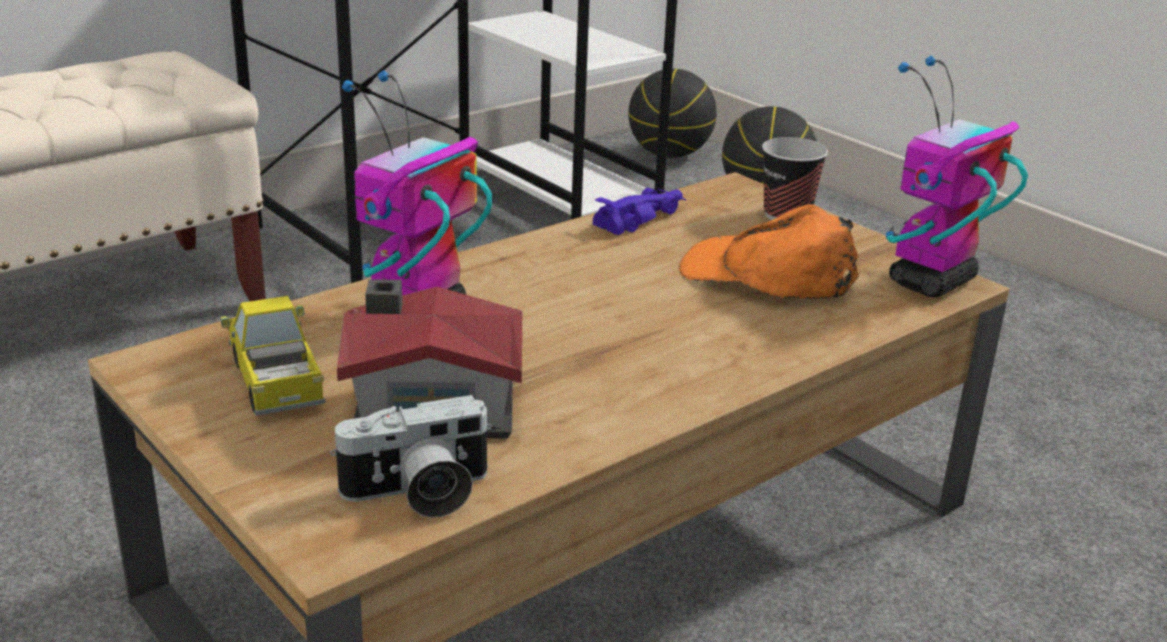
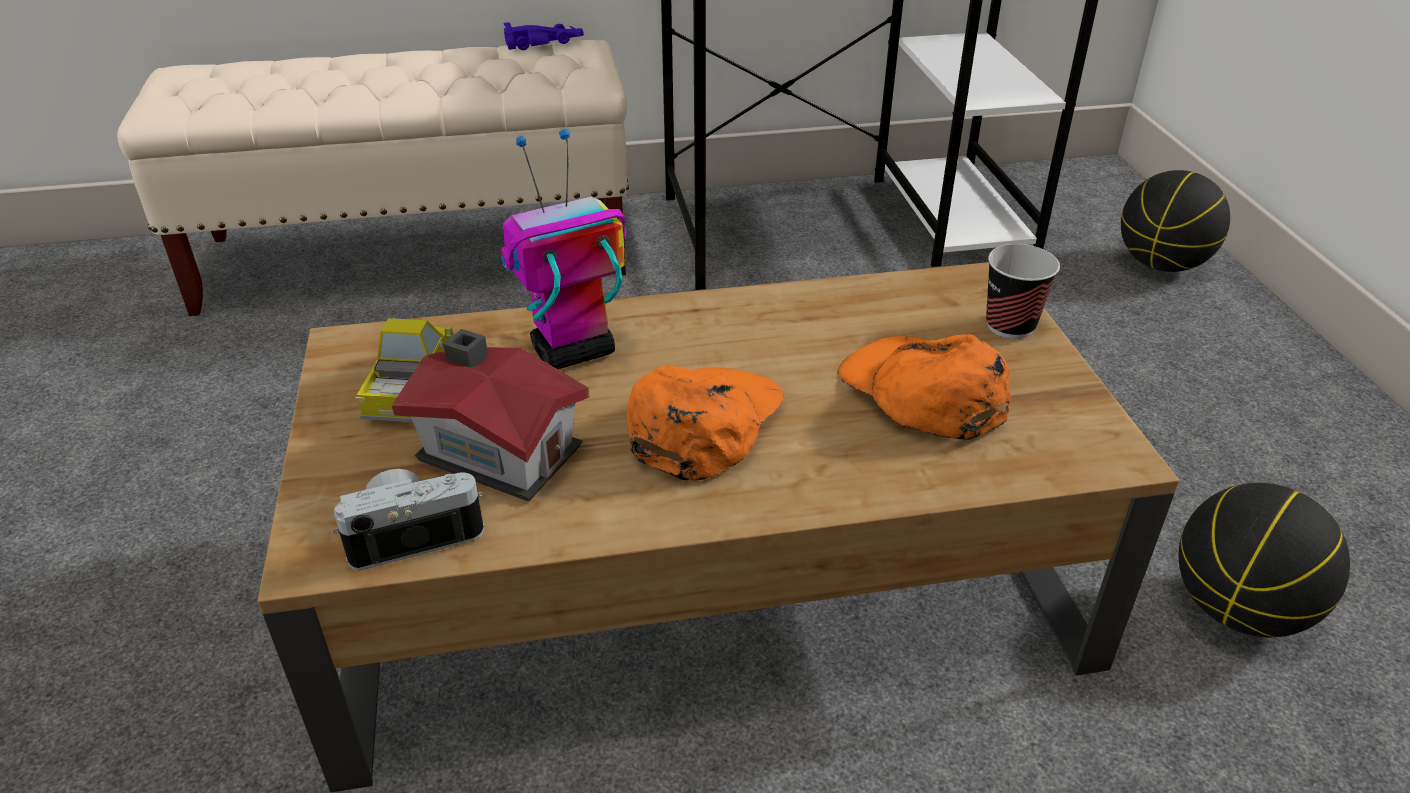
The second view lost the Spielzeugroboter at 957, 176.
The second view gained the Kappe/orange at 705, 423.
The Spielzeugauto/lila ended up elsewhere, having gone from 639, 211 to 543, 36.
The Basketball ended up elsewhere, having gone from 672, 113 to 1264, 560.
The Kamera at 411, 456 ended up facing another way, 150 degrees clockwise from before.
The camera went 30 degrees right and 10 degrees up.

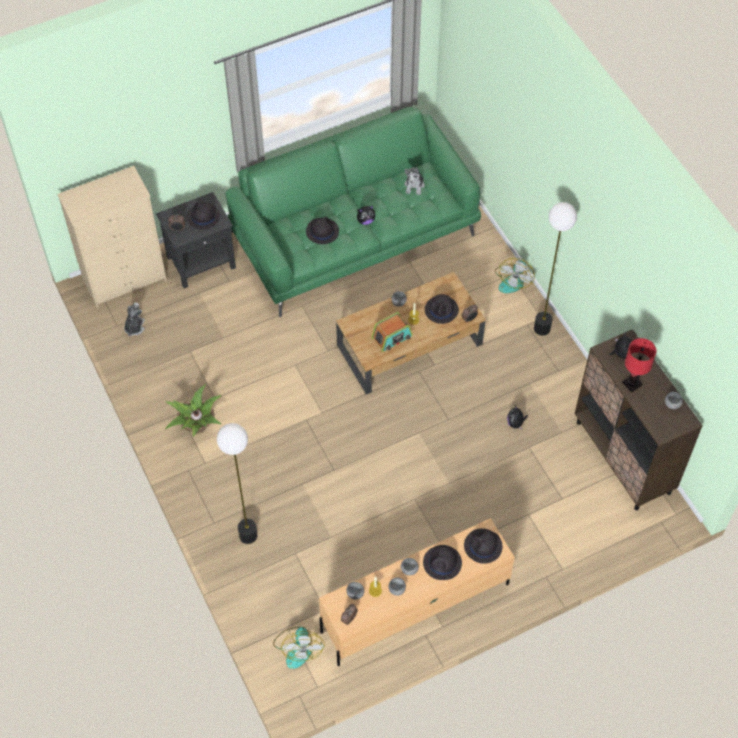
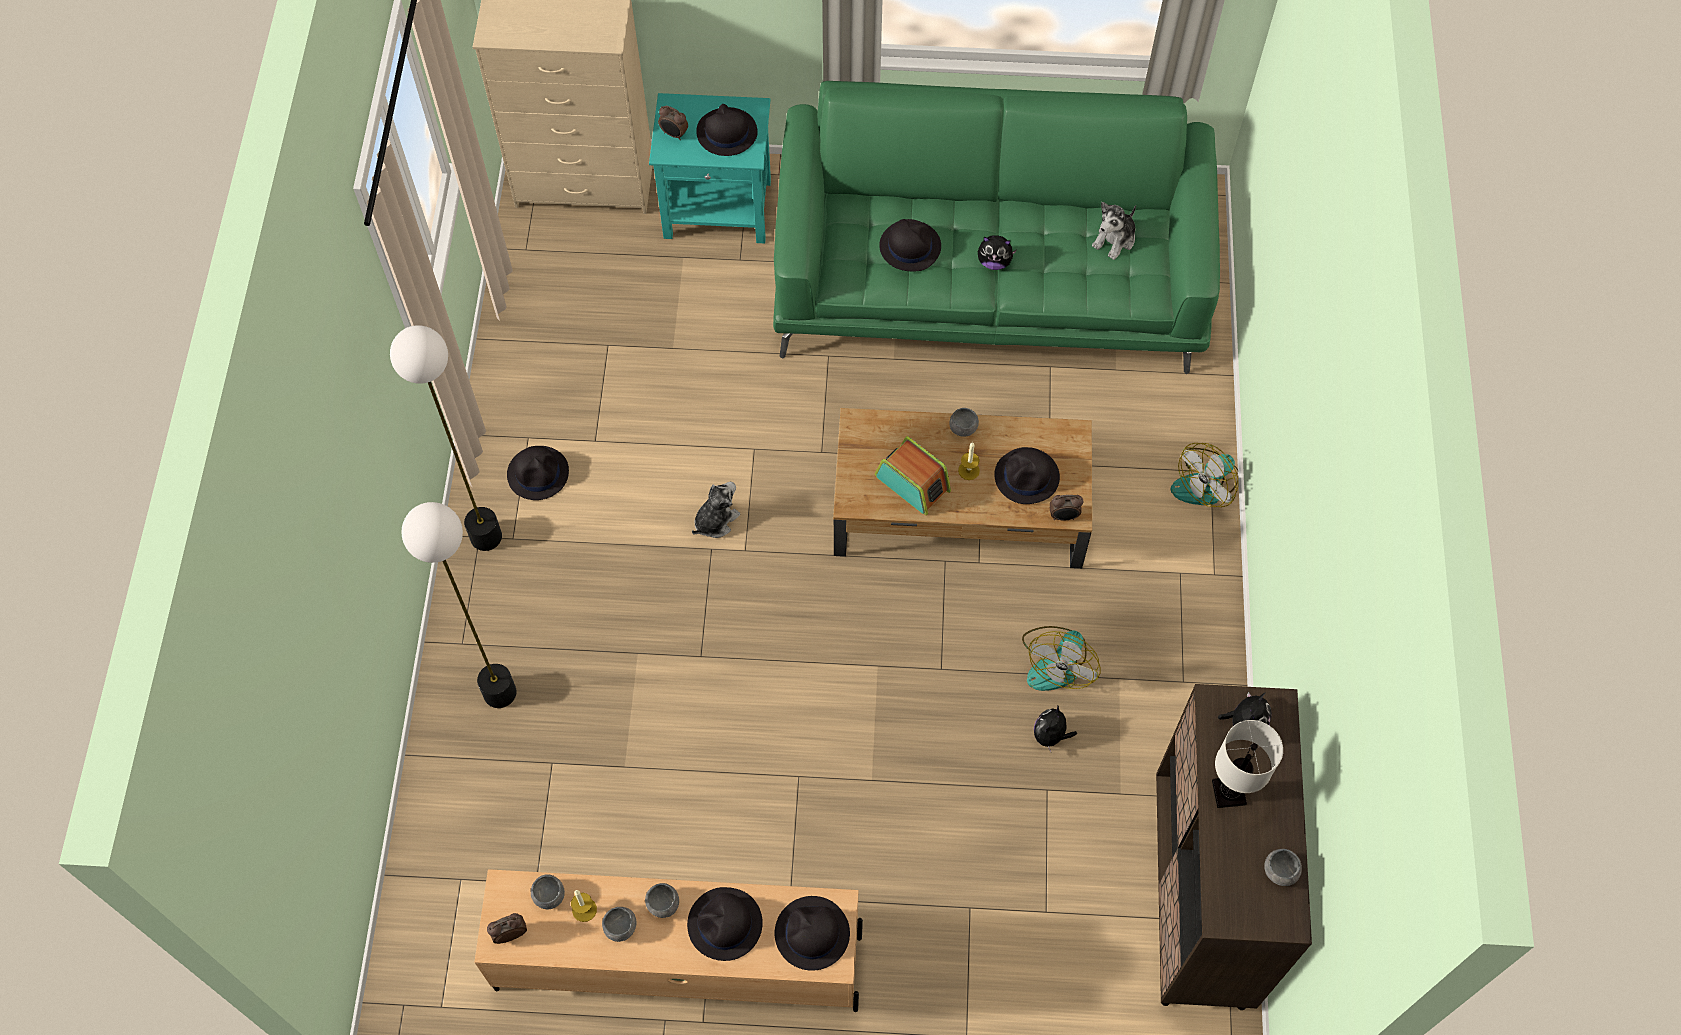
The Plüschtier ended up elsewhere, having gone from 134, 319 to 716, 510.
The Ventilator ended up elsewhere, having gone from 298, 648 to 1061, 658.
The Stehlampe ended up elsewhere, having gone from 555, 269 to 446, 438.
Where the Topfpflanze stood at 193, 410, the Hut/schwarz came to stand at 538, 473.
What was the Beistelltisch/schwarz at 196, 240 turned into the Beistelltisch/türkis at 710, 168.
What was the Tischlampe/rot at 639, 365 turned into the Tischlampe/weiß at 1247, 764.
The Radio at 391, 332 ended up facing another way, 135 degrees counterclockwise from before.
The camera went 30 degrees right and 5 degrees up.

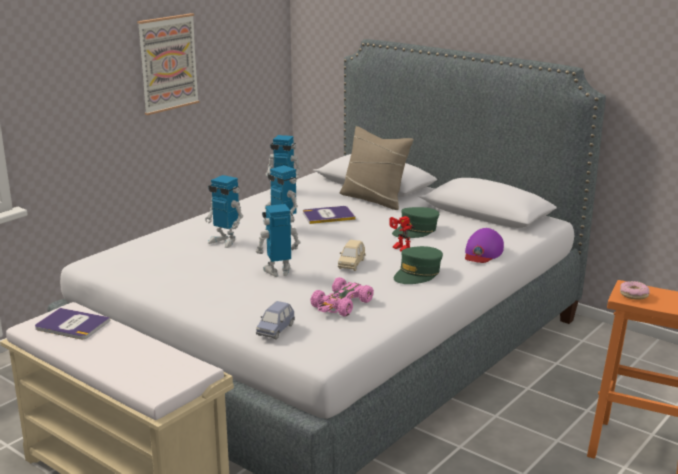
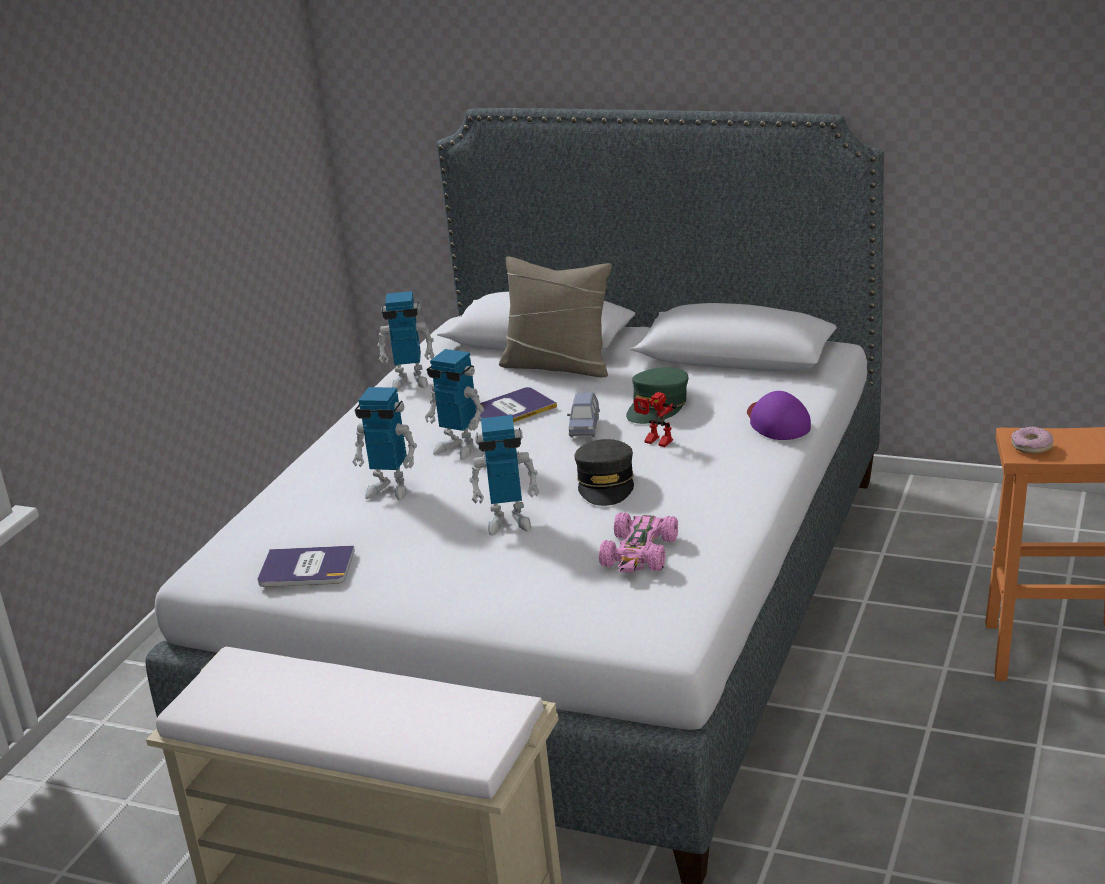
The second view lost the Bild at 168, 64.
The second view lost the Kappe/grün at 418, 265.
The Buch ended up elsewhere, having gone from 72, 323 to 306, 566.
The Spielzeugauto/blau ended up elsewhere, having gone from 275, 320 to 583, 415.
Where the Spielzeugauto/beige stood at 351, 255, the Kappe/grau came to stand at 604, 472.
The Spielzeugroboter at 278, 240 ended up facing another way, 150 degrees counterclockwise from before.
The Kappe/lila at 484, 245 ended up facing another way, 150 degrees clockwise from before.
The camera went 15 degrees left and 5 degrees up.

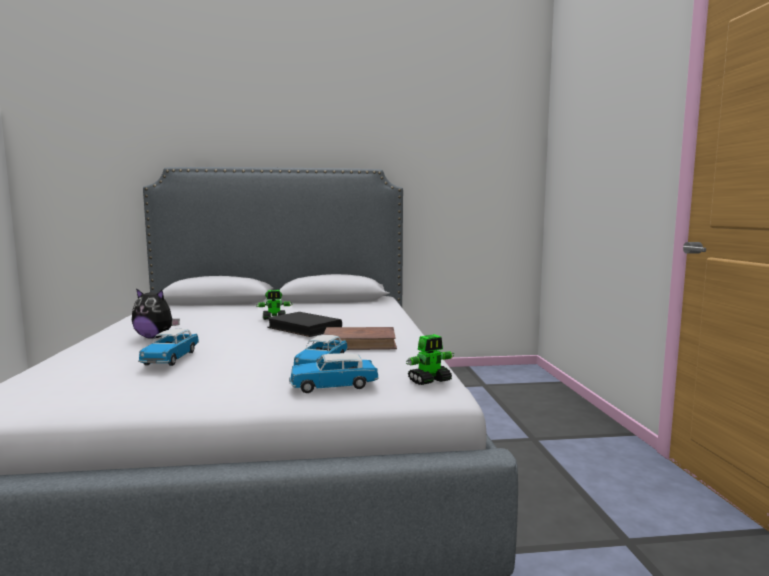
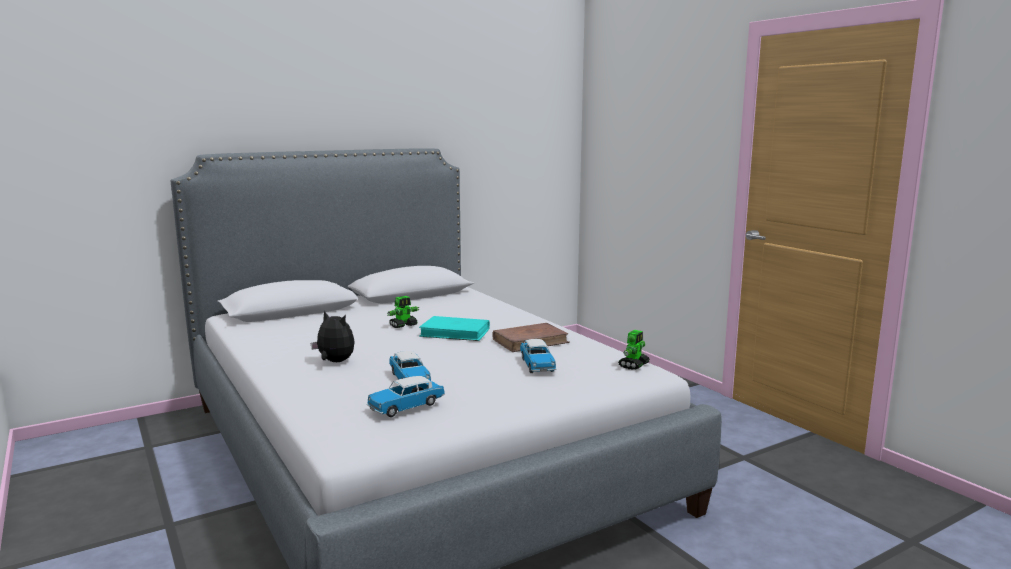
The Spielzeugauto ended up elsewhere, having gone from 334, 373 to 406, 396.
What was the Buch/schwarz at 304, 324 turned into the Buch/türkis at 454, 328.
The Plüschtier at 156, 313 ended up facing another way, 135 degrees counterclockwise from before.
The camera went 25 degrees left and 5 degrees up.

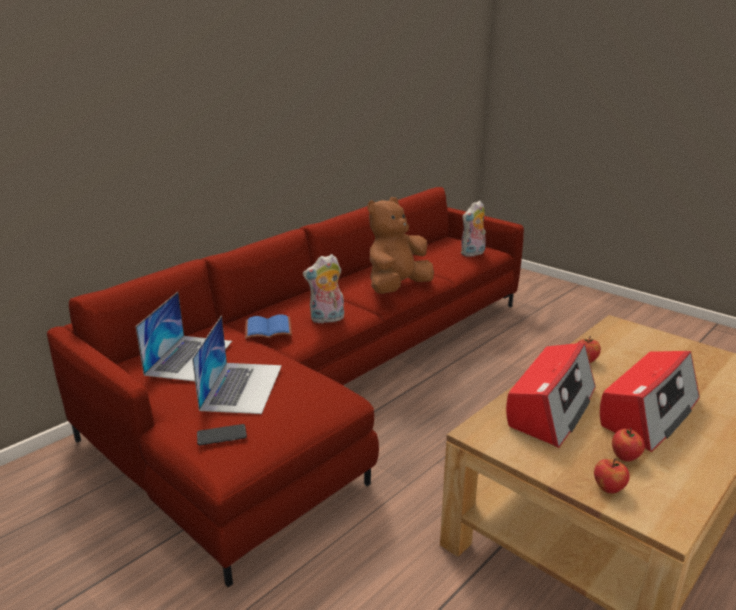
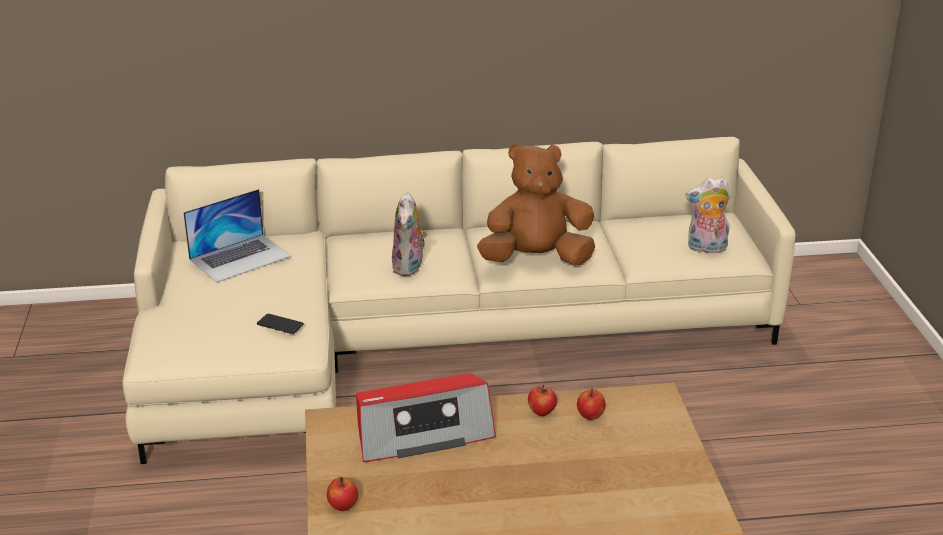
The second view lost the Laptop at 237, 365.
The second view lost the Buch/blau at 268, 326.
The second view lost the Radio at 650, 401.
The Handy ended up elsewhere, having gone from 222, 434 to 280, 324.
The Apfel ended up elsewhere, having gone from 628, 445 to 591, 404.
What was the Sofa/rot at 285, 387 turned into the Sofa/beige at 459, 300.
The Plüschtier at 323, 289 ended up facing another way, 105 degrees counterclockwise from before.
The camera went 40 degrees right and 5 degrees up.

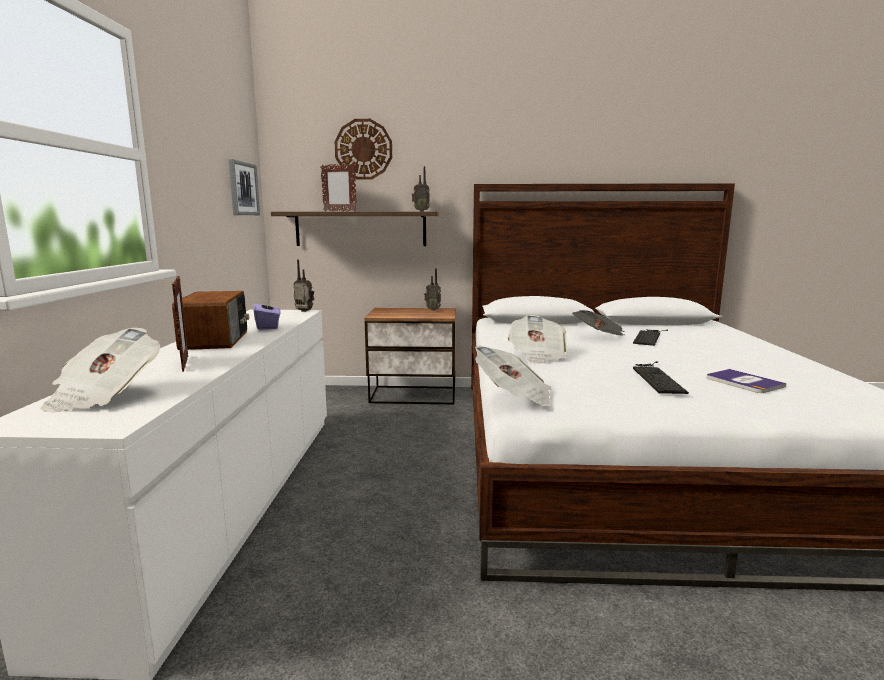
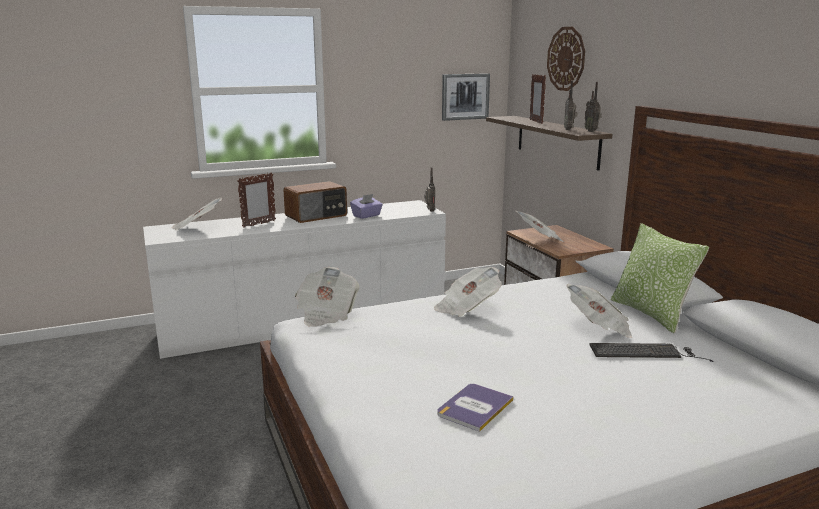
The second view lost the Tastatur at 661, 377.
The second view gained the Zeitung at 540, 226.
The second view gained the Kissen at 660, 278.
The Radio ended up elsewhere, having gone from 432, 289 to 571, 105.
The camera went 65 degrees right and 5 degrees up.

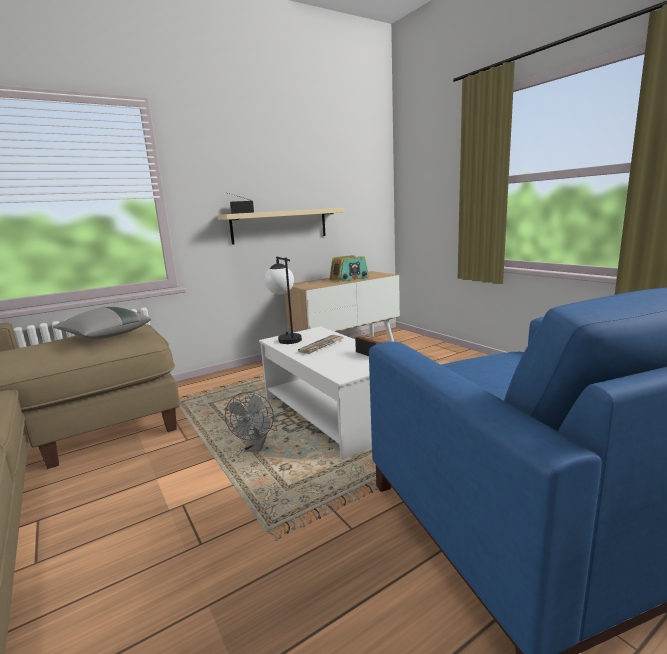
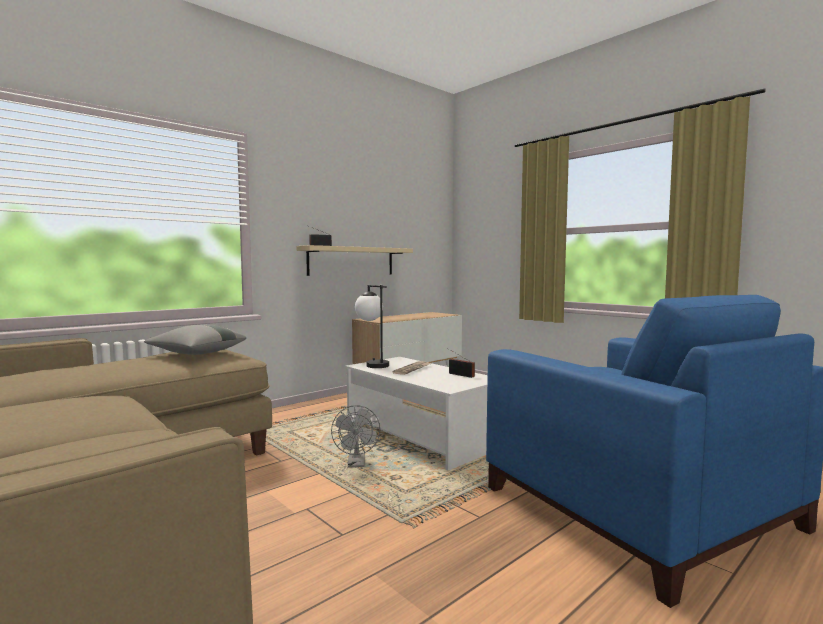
The second view lost the Radio at 349, 268.
The camera went 10 degrees left and 10 degrees down.

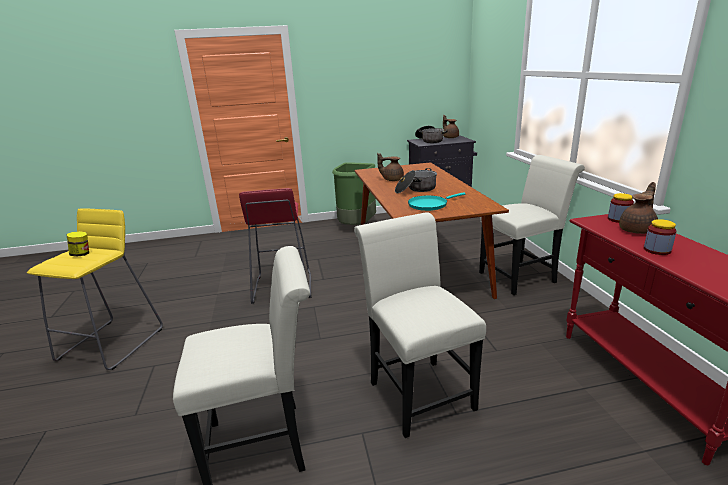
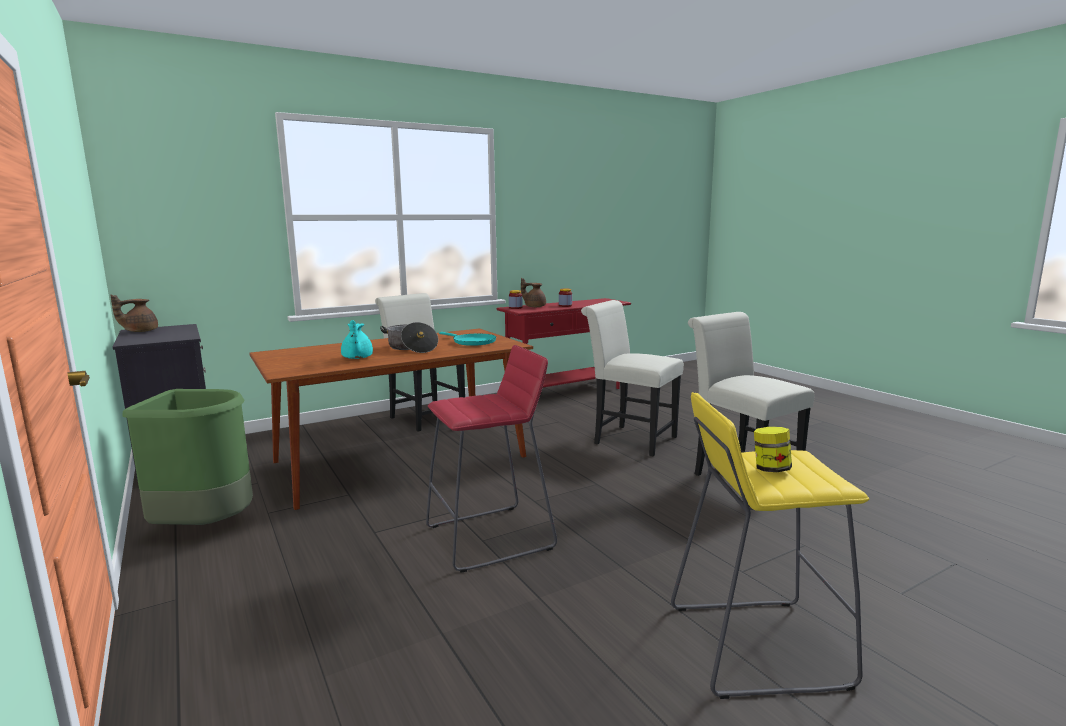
The second view lost the Kochtopf at 431, 134.
What was the Teekanne/braun at 390, 167 turned into the Teekanne/türkis at 357, 339.
The Stuhl/weiß at 420, 325 ended up facing another way, 75 degrees clockwise from before.
The camera went 110 degrees left and 10 degrees down.

